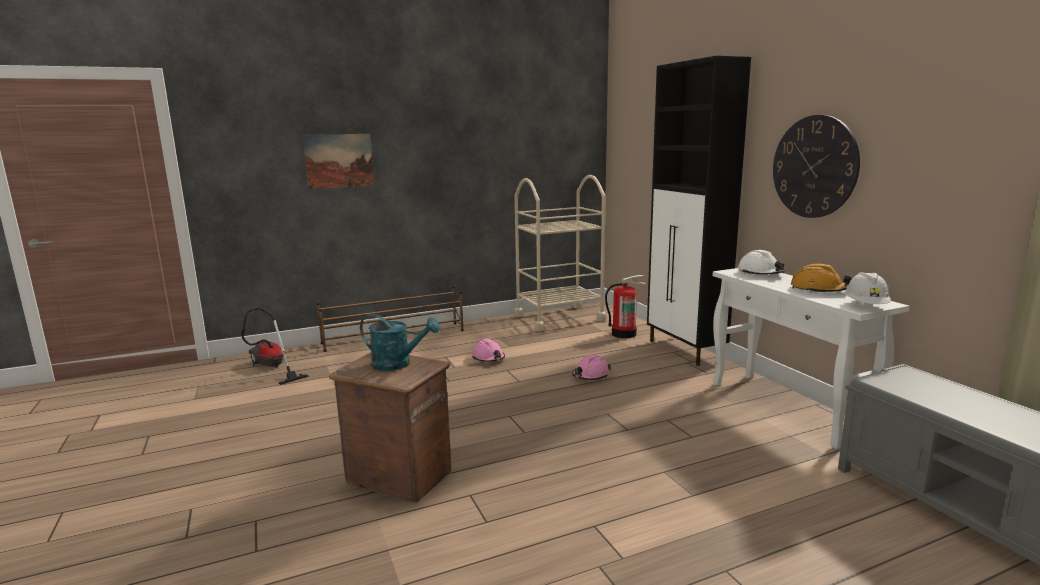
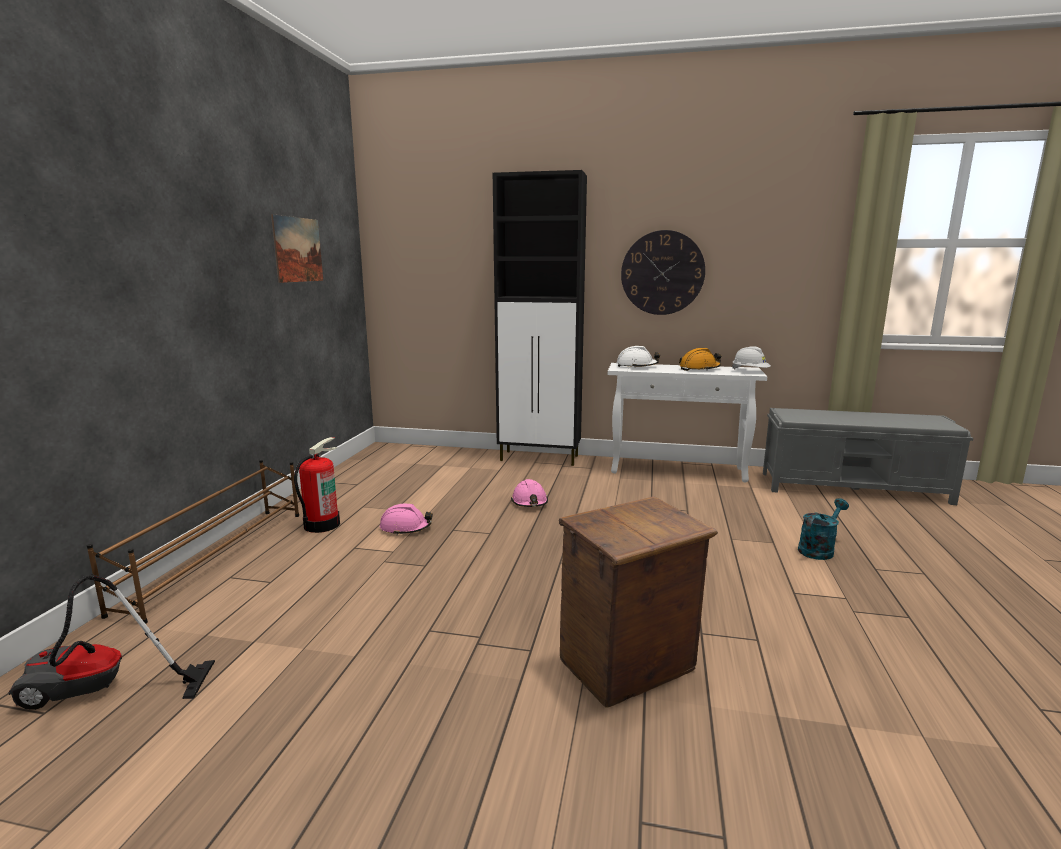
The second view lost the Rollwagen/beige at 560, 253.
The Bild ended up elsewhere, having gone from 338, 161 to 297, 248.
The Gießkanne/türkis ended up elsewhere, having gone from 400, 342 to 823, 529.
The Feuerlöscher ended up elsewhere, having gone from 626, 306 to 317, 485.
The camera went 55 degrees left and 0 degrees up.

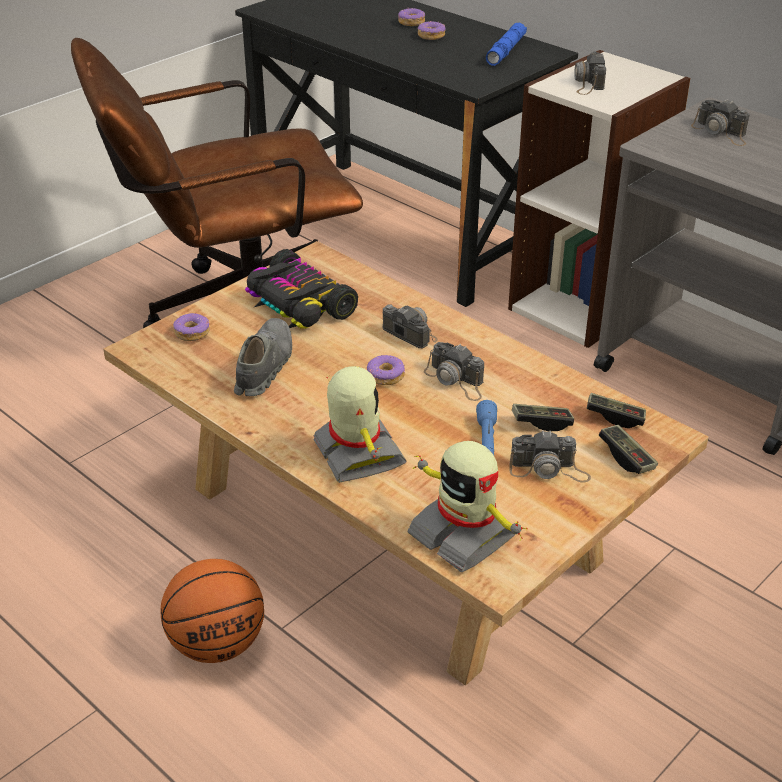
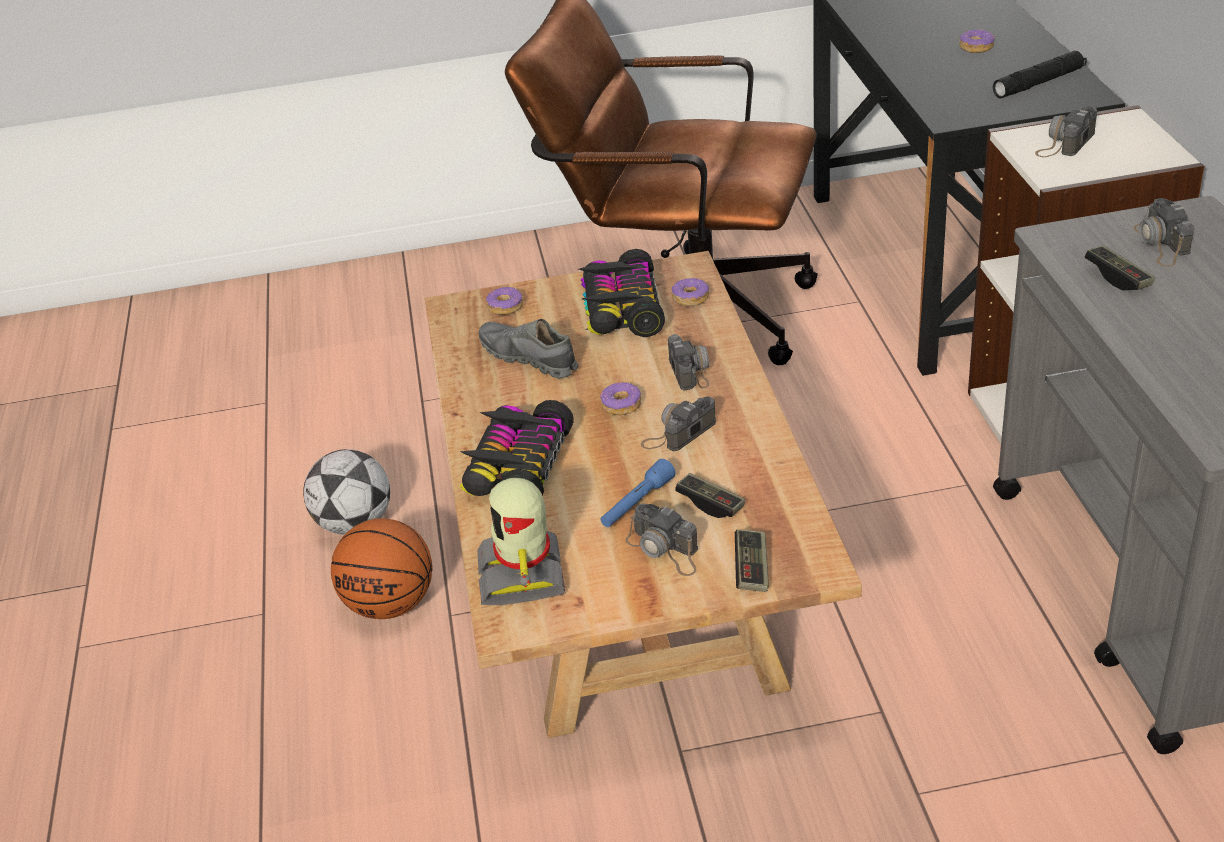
The second view gained the Fußball at 346, 492.
The Donut ended up elsewhere, having gone from 411, 17 to 690, 291.
The Gamepad ended up elsewhere, having gone from 616, 410 to 1120, 267.
Where the Spielzeugroboter stood at 360, 424, the Spielzeugauto came to stand at 516, 448.
What was the Taschenlampe/blau at 506, 44 turned into the Taschenlampe/schwarz at 1040, 75.
The Schuh/grau at 263, 357 ended up facing another way, 105 degrees counterclockwise from before.
The Kamera at 454, 371 ended up facing another way, 60 degrees clockwise from before.
The camera went 40 degrees right and 0 degrees up.

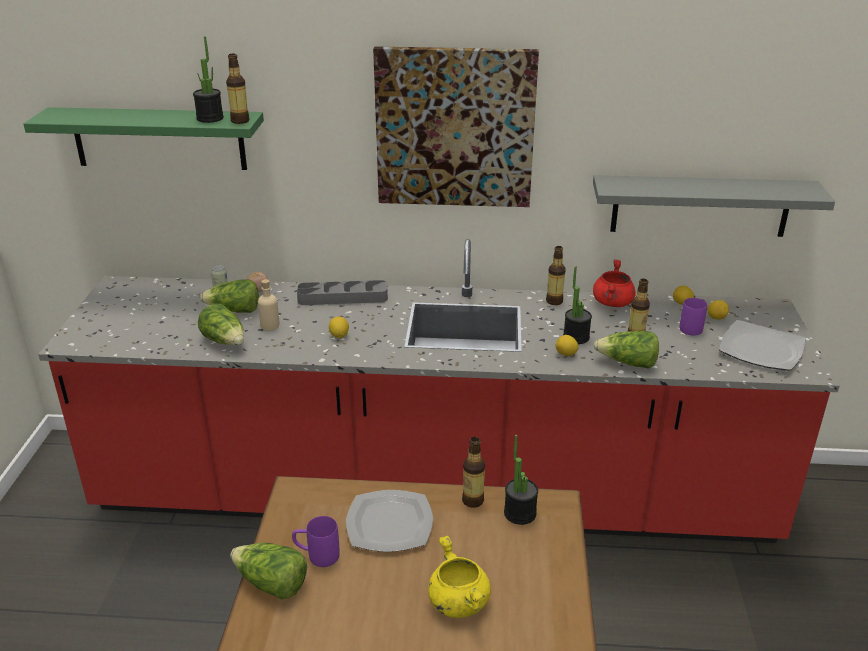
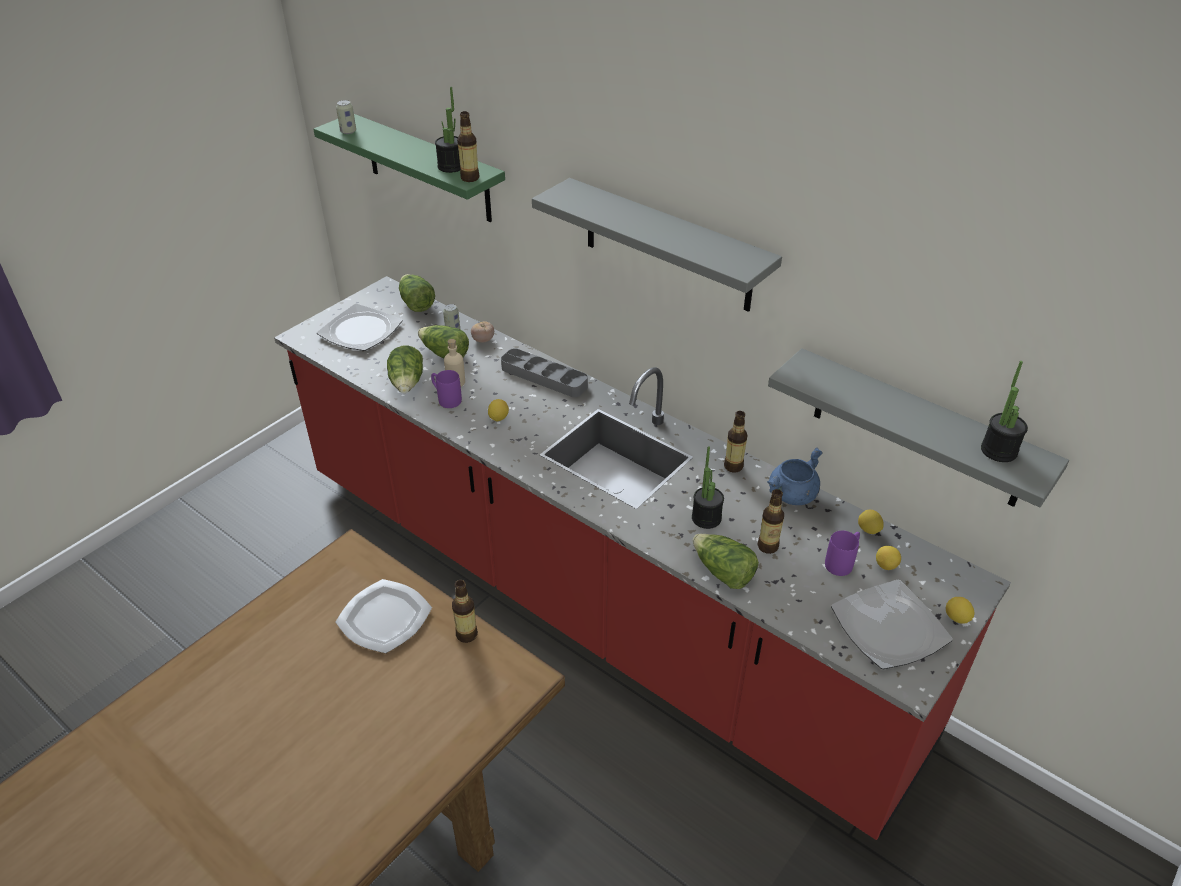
The second view lost the Kochtopf/gelb at 459, 577.
The second view gained the Teller at 360, 327.
The second view gained the Dose at 346, 117.
The Salatkopf ended up elsewhere, having gone from 268, 571 to 417, 293.
The Henkelbecher/lila ended up elsewhere, having gone from 316, 541 to 446, 389.
The Topfpflanze ended up elsewhere, having gone from 521, 480 to 1004, 411.
The Zitrone ended up elsewhere, having gone from 567, 345 to 960, 610.
Where the Bild hung at 456, 126, the Wandregal/grau came to hang at 657, 245.
What was the Kochtopf/rot at 614, 283 turned into the Kochtopf/blau at 794, 476.
The camera went 35 degrees right and 10 degrees up.

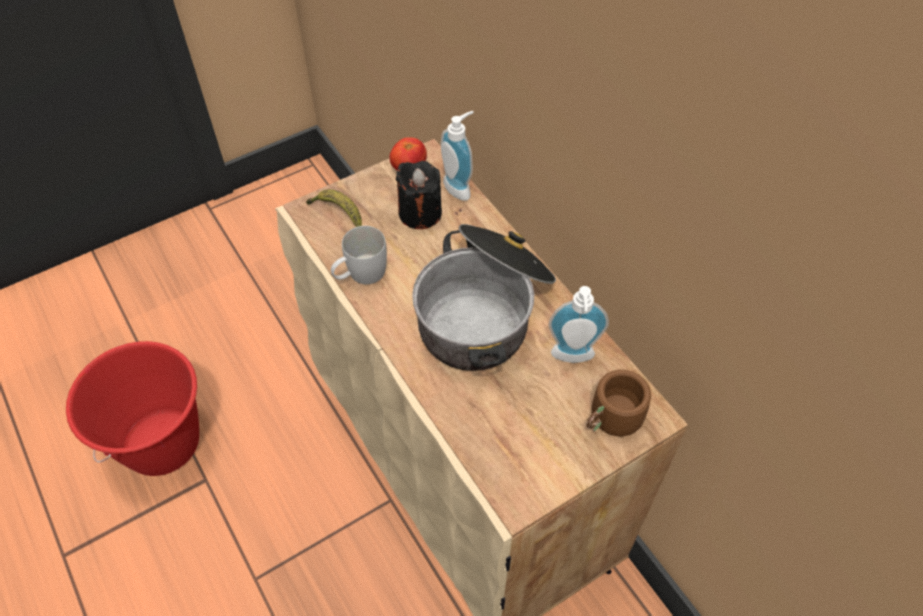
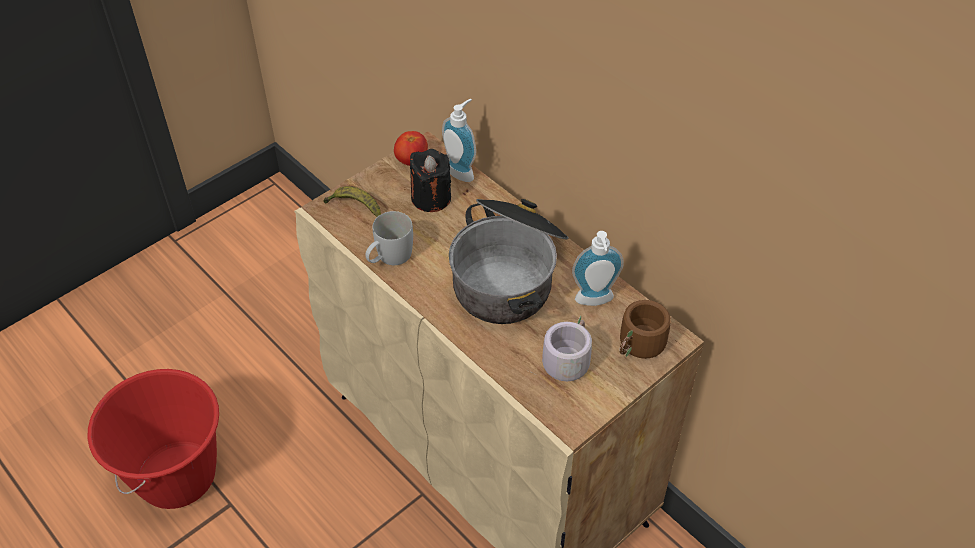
The second view gained the Henkelbecher/grau at 560, 348.
The camera went 10 degrees left and 5 degrees down.

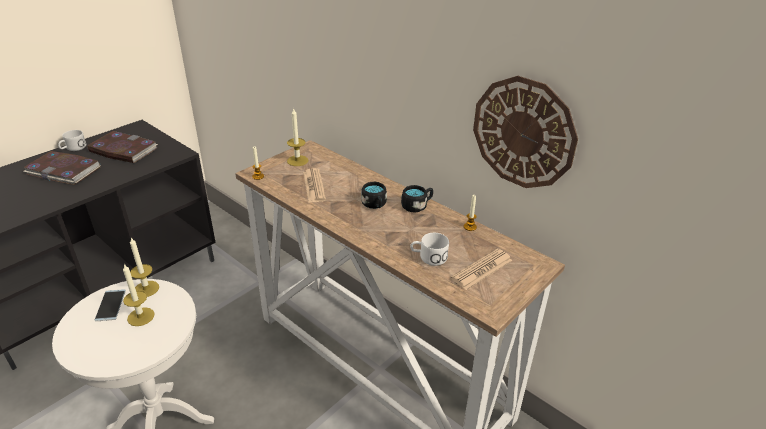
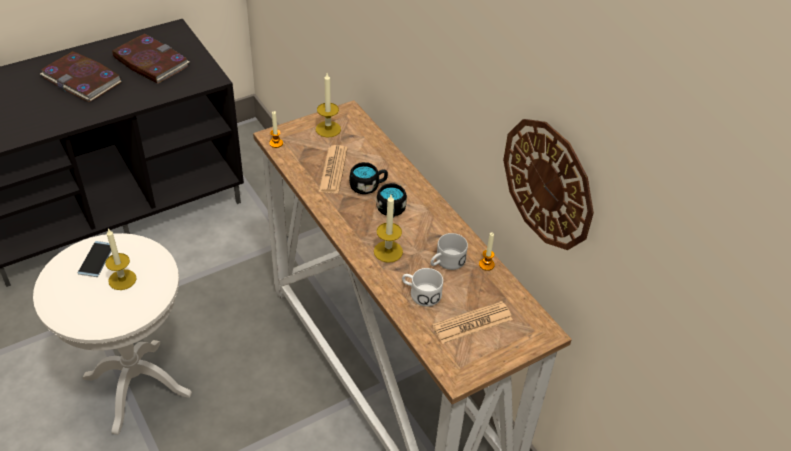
The Henkelbecher/weiß ended up elsewhere, having gone from 72, 140 to 449, 251.
The Kerze ended up elsewhere, having gone from 144, 267 to 388, 229.
The Henkelbecher/schwarz ended up elsewhere, having gone from 417, 199 to 368, 178.
The camera went 15 degrees right and 10 degrees up.

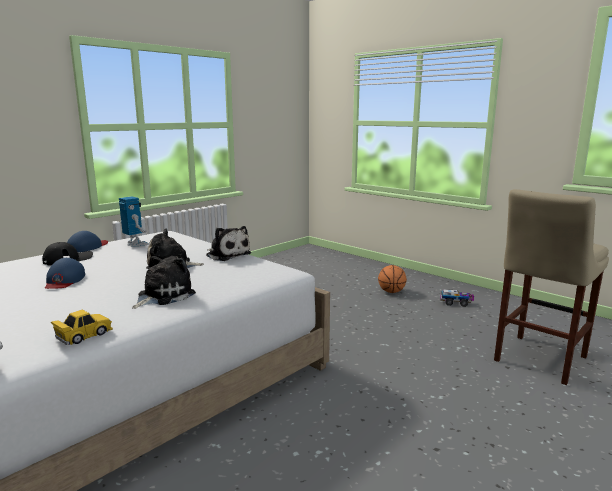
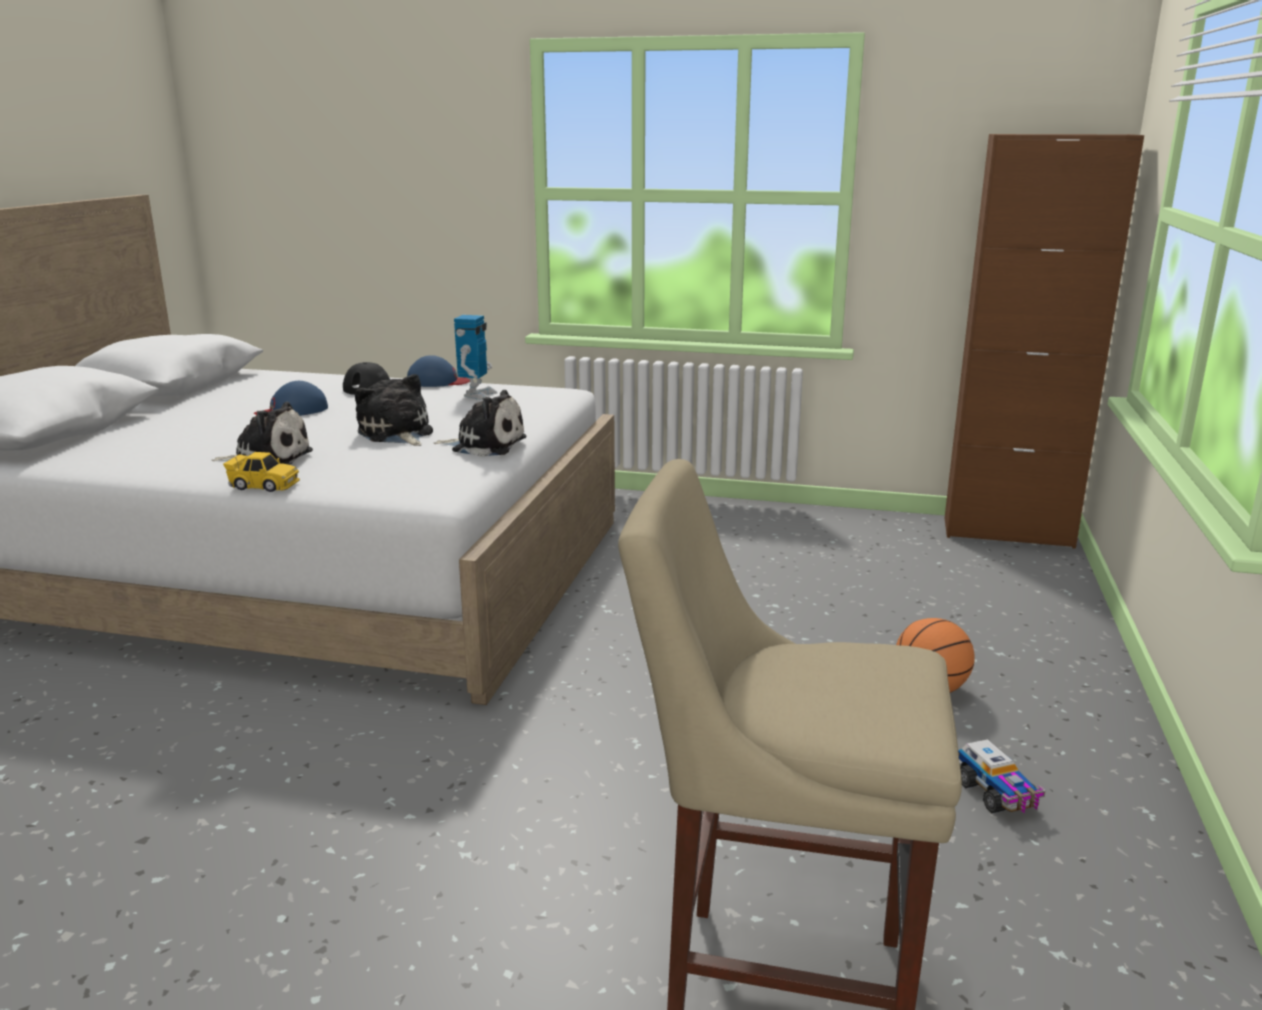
The second view gained the Schrank/braun at 1044, 341.
The Spielzeugauto/gelb ended up elsewhere, having gone from 82, 327 to 261, 472.
The Plüschtier at 228, 243 ended up facing another way, 90 degrees counterclockwise from before.
The camera went 60 degrees right and 5 degrees up.

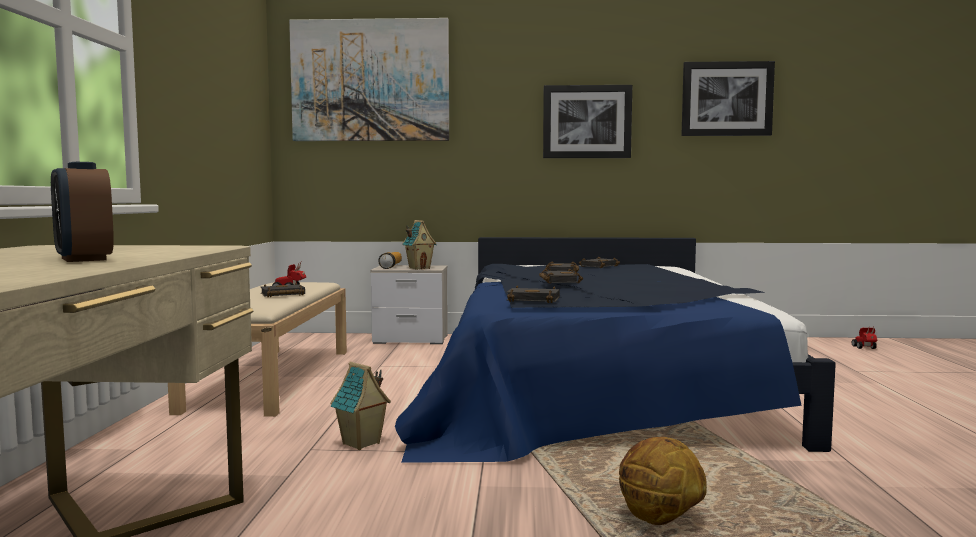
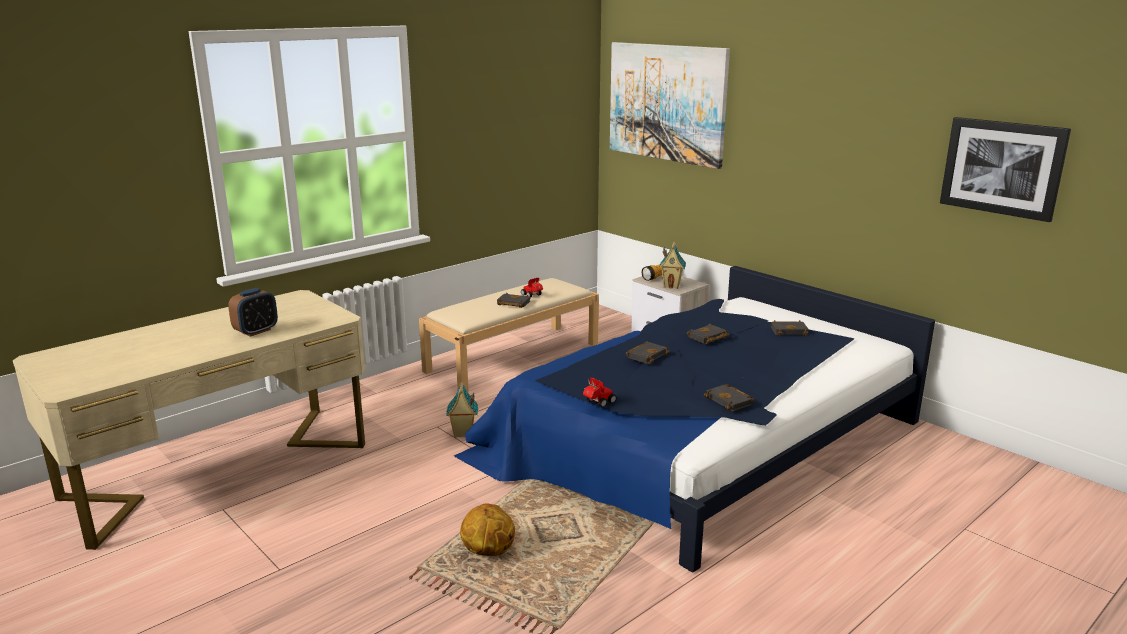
The second view lost the Bild at 587, 121.
The Buch/schwarz ended up elsewhere, having gone from 533, 294 to 729, 397.
The Spielzeugauto ended up elsewhere, having gone from 864, 338 to 600, 392.
The Wecker at 82, 212 ended up facing another way, 150 degrees counterclockwise from before.
The camera went 45 degrees right and 15 degrees up.

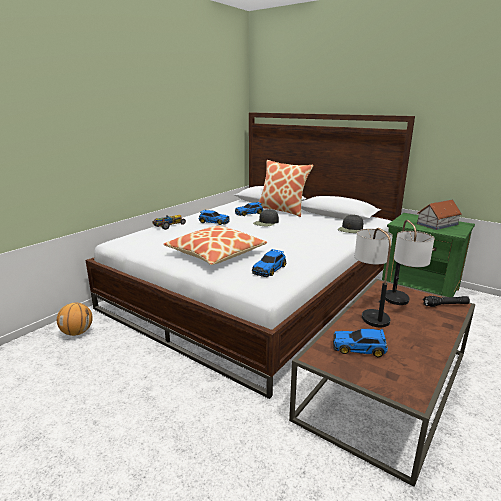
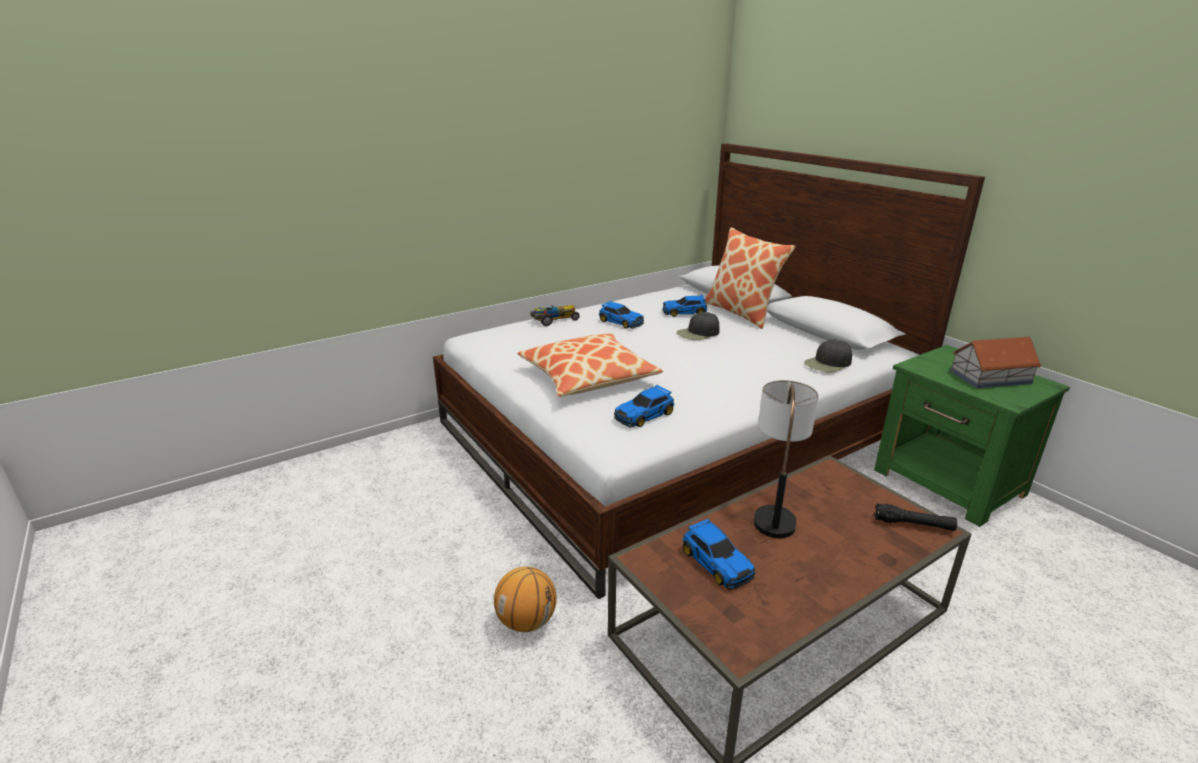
The second view lost the Tischlampe at 409, 262.
The Basketball ended up elsewhere, having gone from 75, 319 to 525, 599.
The Spielzeugauto at 360, 343 ended up facing another way, 150 degrees counterclockwise from before.
The camera went 20 degrees right and 5 degrees up.

